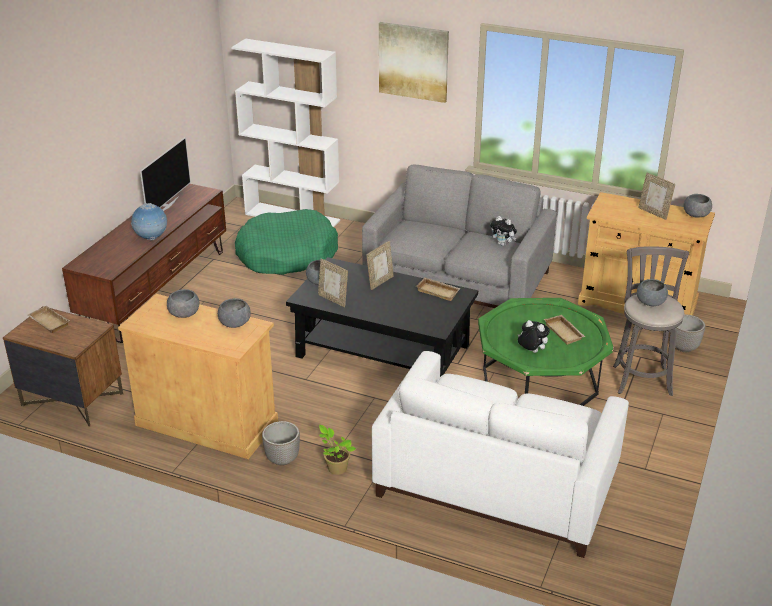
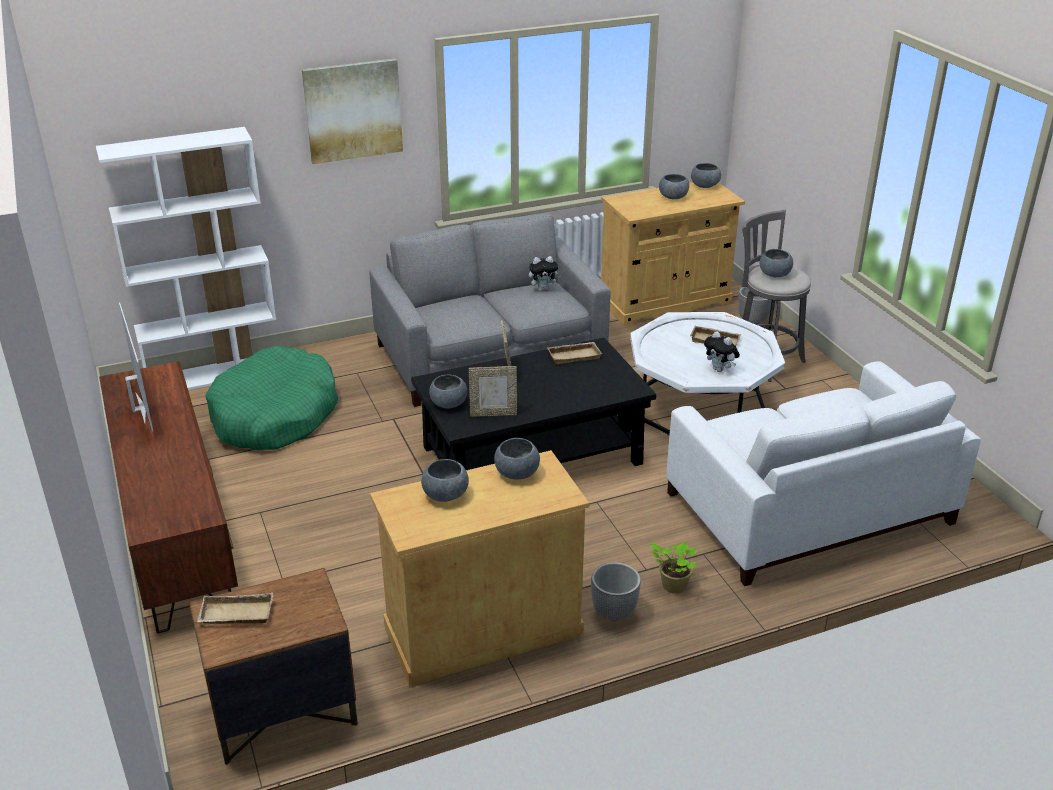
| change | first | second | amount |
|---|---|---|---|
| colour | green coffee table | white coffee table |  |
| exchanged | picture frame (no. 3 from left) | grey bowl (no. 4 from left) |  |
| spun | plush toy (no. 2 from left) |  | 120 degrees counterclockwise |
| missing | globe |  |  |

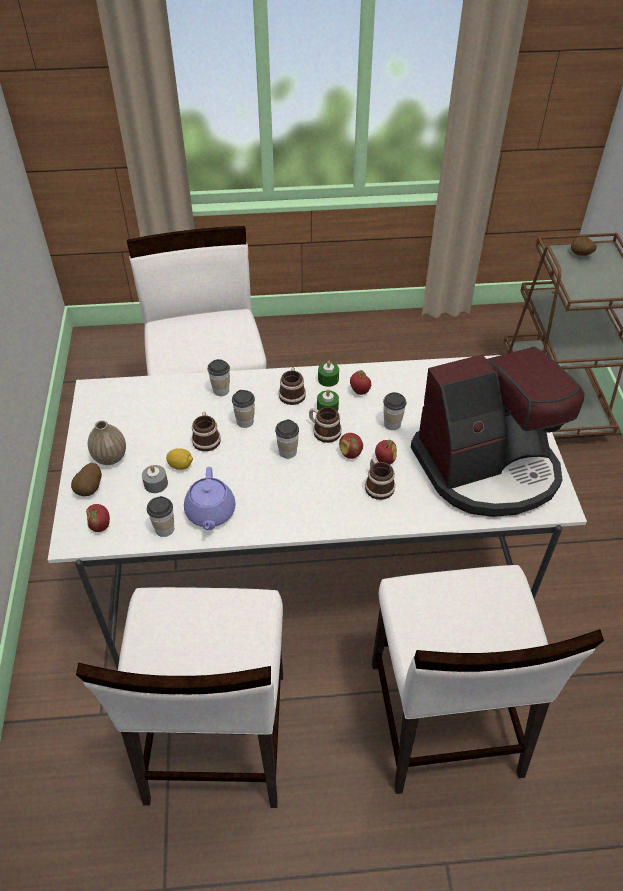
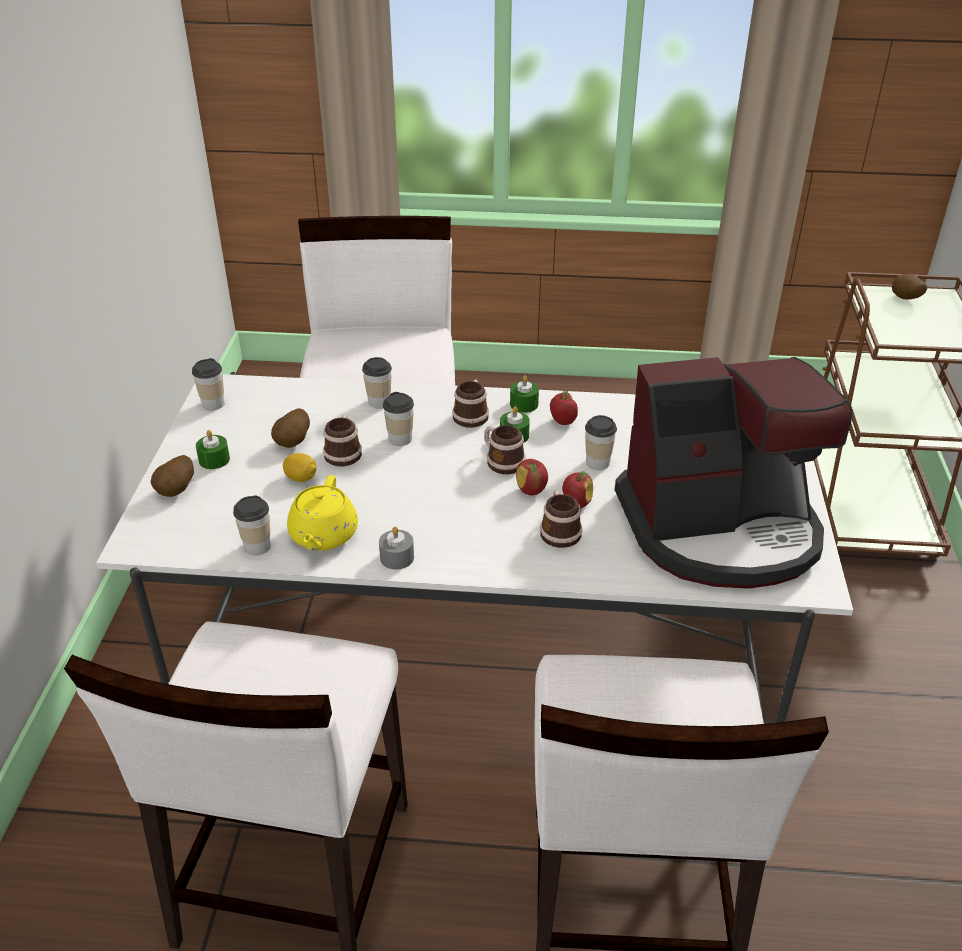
| change | first | second | amount |
|---|---|---|---|
| relocated | cup (no. 4 from left in the first image) | cup (no. 1 from left) |  |
| exchanged | vase | green candle (no. 1 from left) |  |
| appeared |  | potato (no. 2 from left) |  |
| colour | purple teapot | yellow teapot |  |
| relocated | grey candle |  |  |
| missing | apple (no. 1 from left) |  |  |

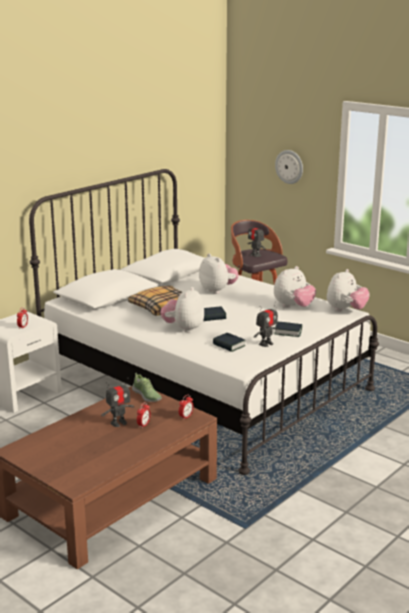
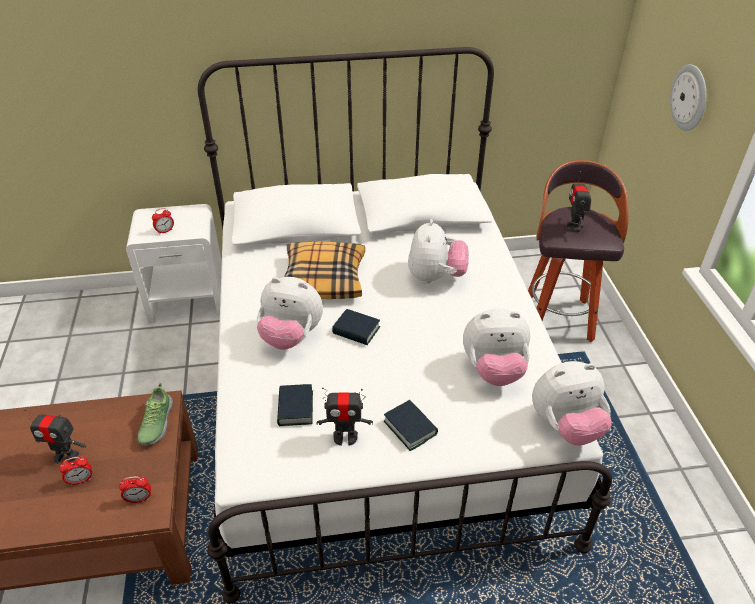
| change | first | second | amount |
|---|---|---|---|
| spun | plush toy (no. 1 from left) |  | 135 degrees counterclockwise |

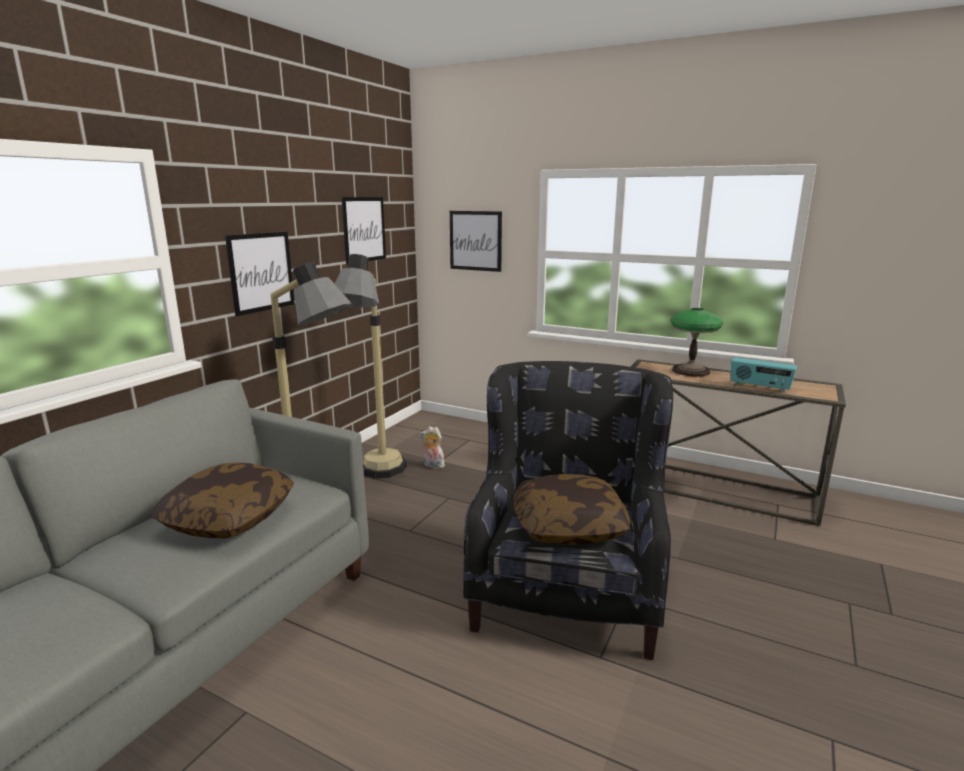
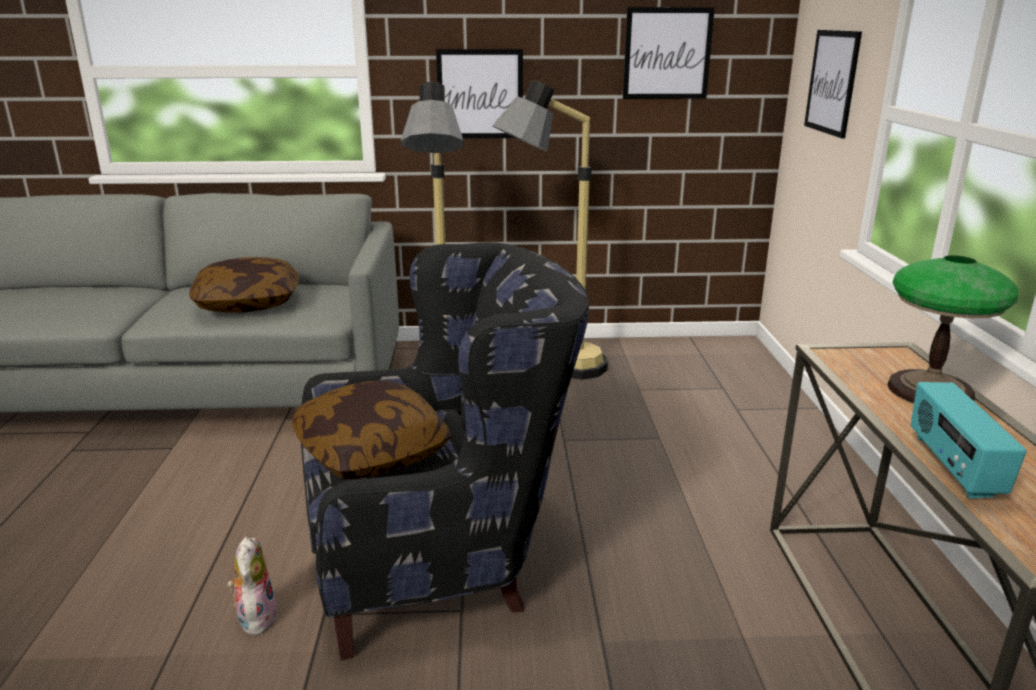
| change | first | second | amount |
|---|---|---|---|
| relocated | plush toy |  |  |

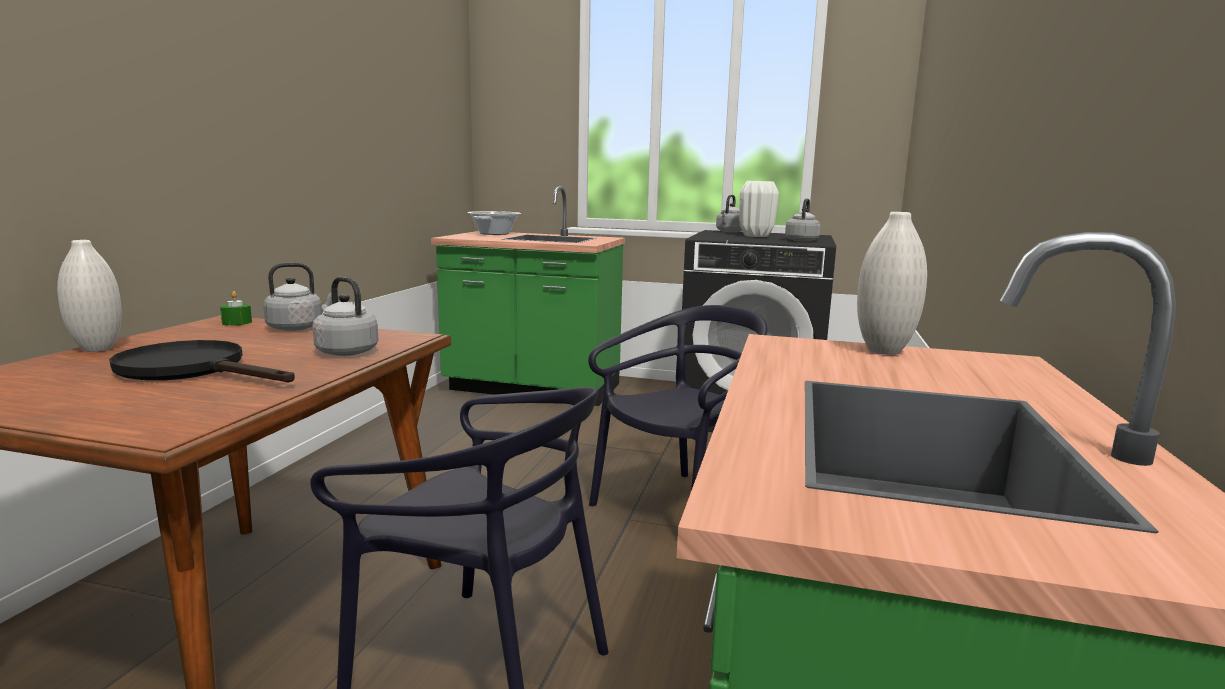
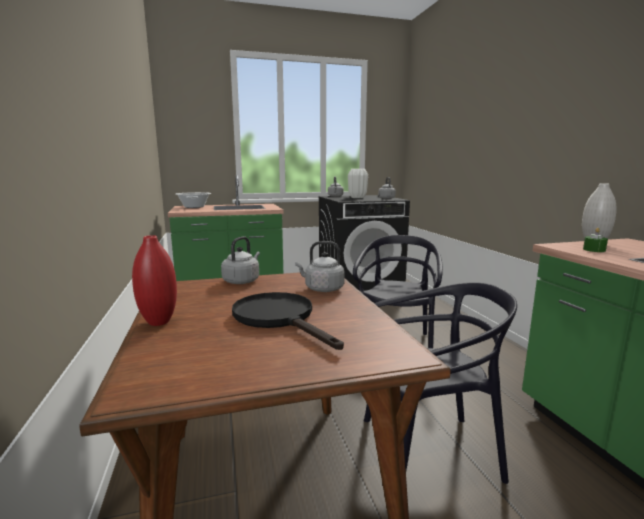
| change | first | second | amount |
|---|---|---|---|
| colour | white vase (no. 1 from left) | red vase |  |
| spun | black frying pan |  | 60 degrees clockwise |
| relocated | green candle |  |  |

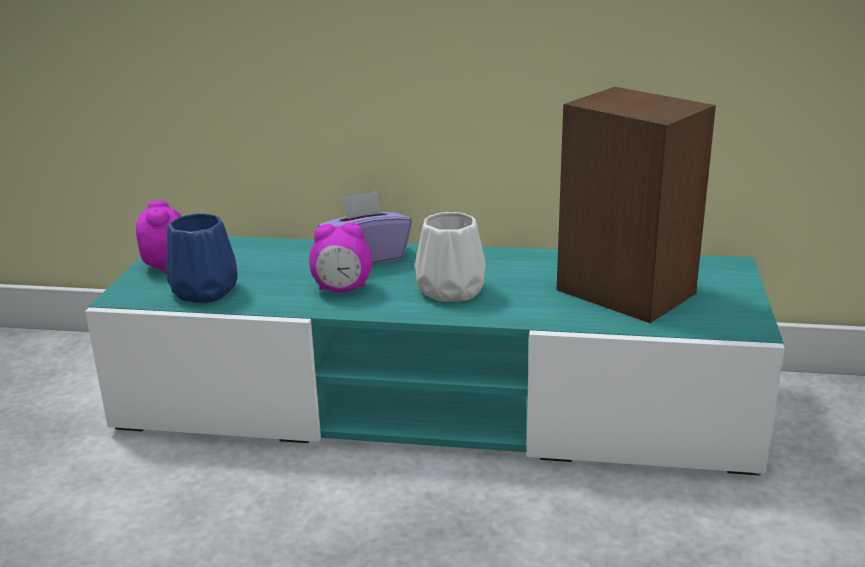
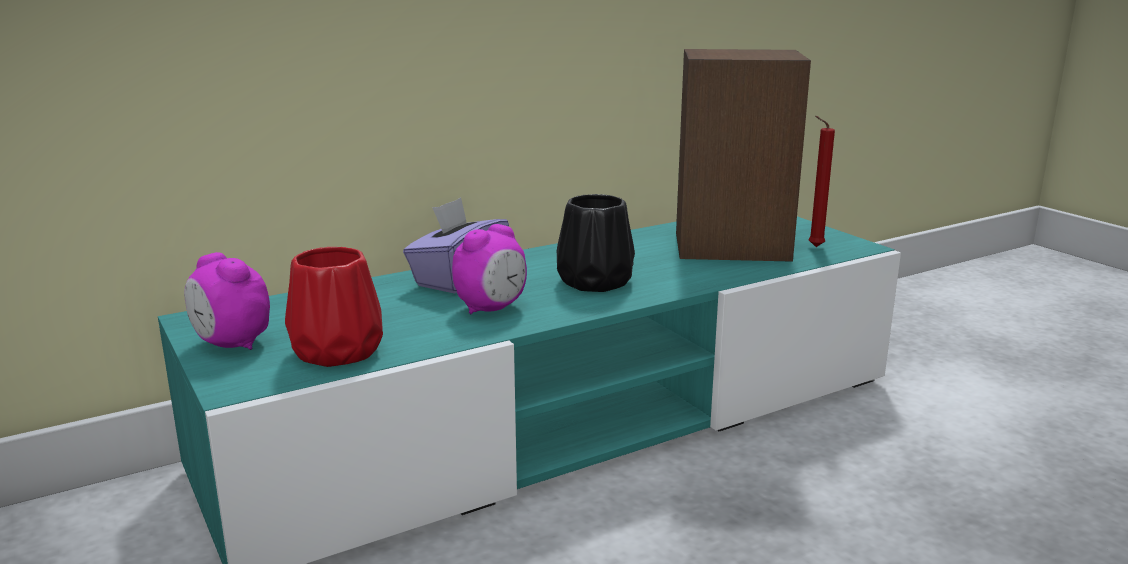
| change | first | second | amount |
|---|---|---|---|
| colour | blue vase | red vase |  |
| colour | white vase | black vase |  |
| appeared |  | red candle |  |

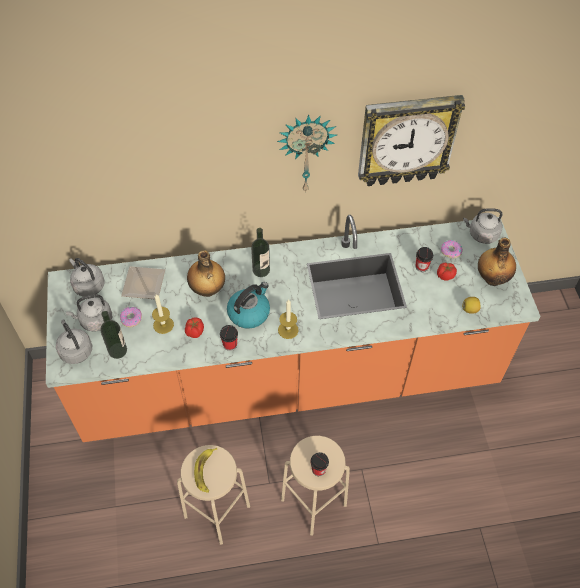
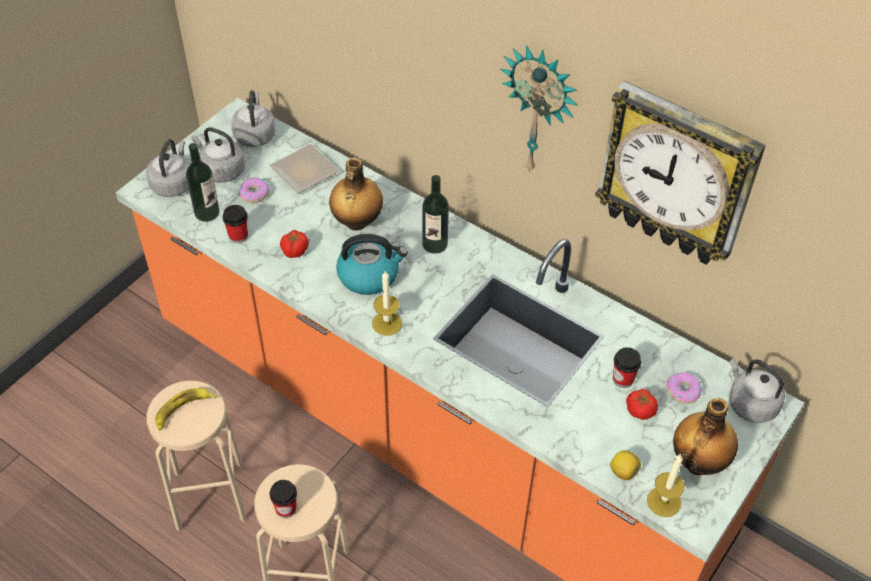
| change | first | second | amount |
|---|---|---|---|
| relocated | cup (no. 1 from left) |  |  |
| relocated | candle (no. 1 from left in the first image) | candle (no. 2 from left) |  |

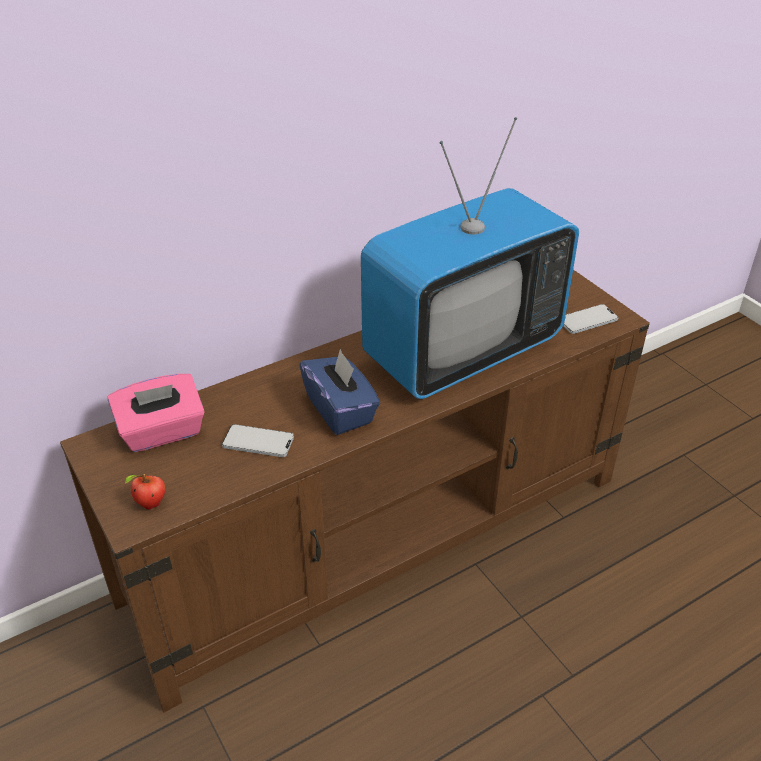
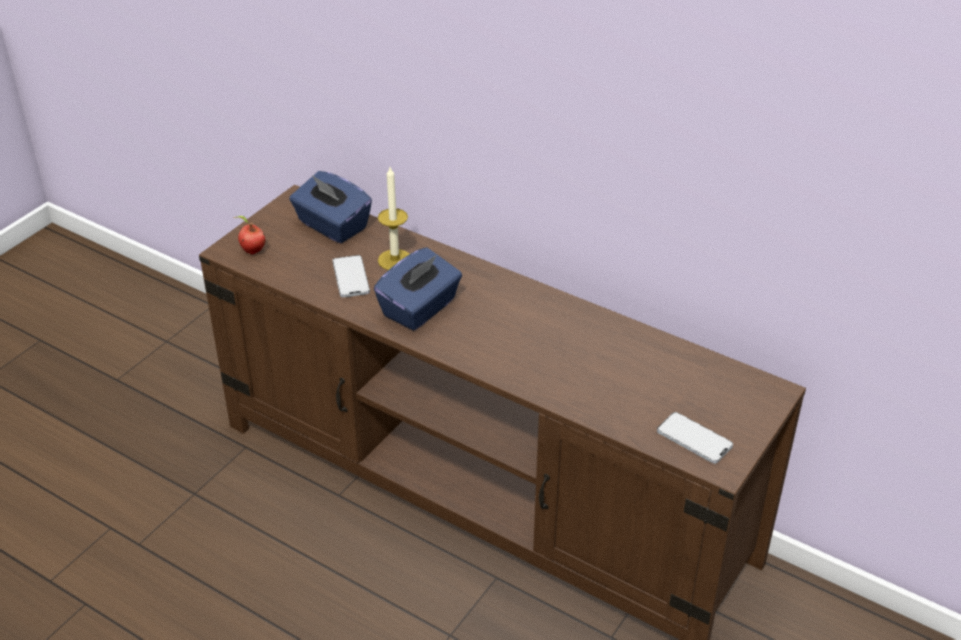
| change | first | second | amount |
|---|---|---|---|
| colour | pink tissue box | blue tissue box (no. 1 from left) |  |
| appeared |  | candle |  |
| missing | television |  |  |

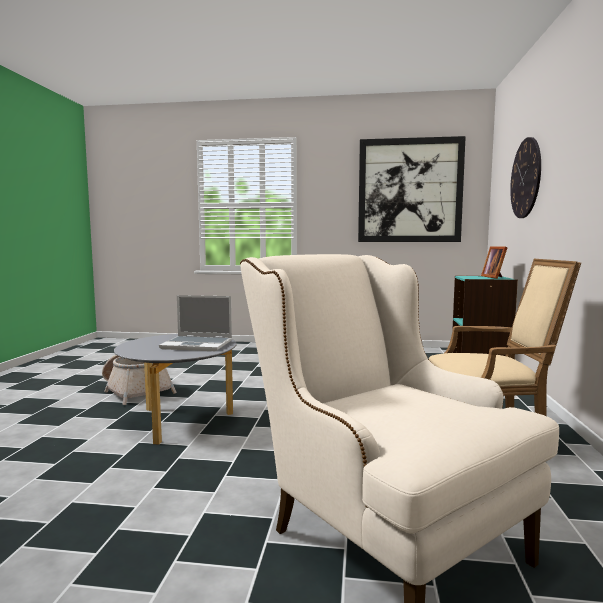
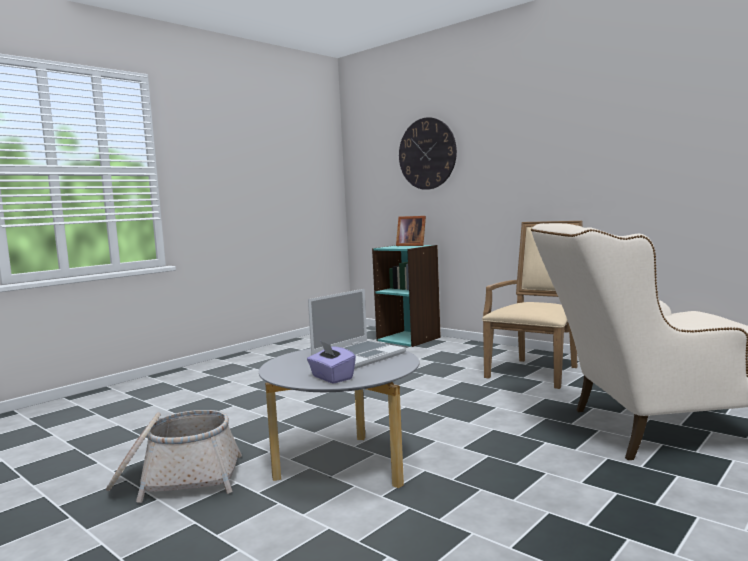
| change | first | second | amount |
|---|---|---|---|
| appeared |  | purple tissue box |  |
| missing | picture |  |  |

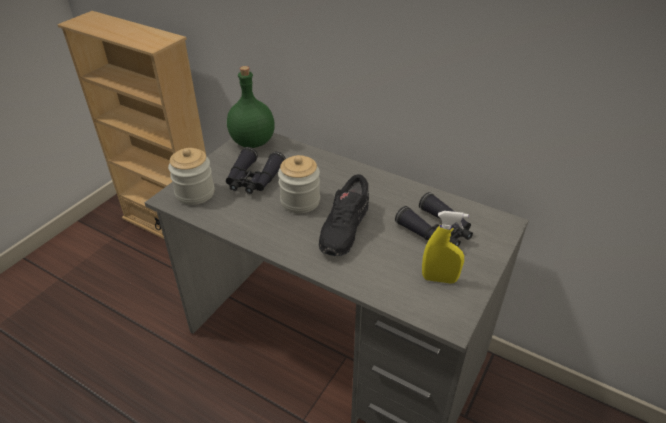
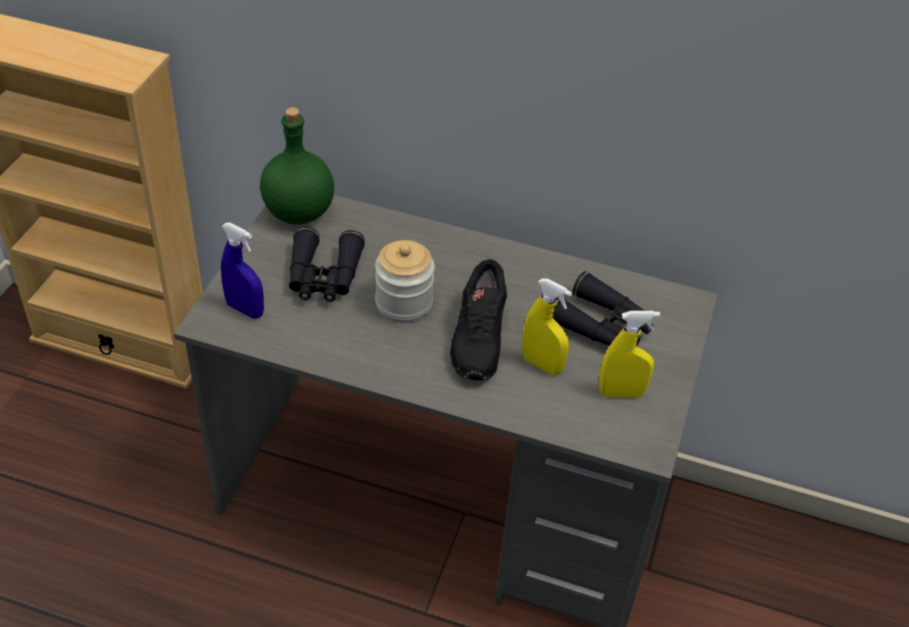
| change | first | second | amount |
|---|---|---|---|
| exchanged | jar (no. 1 from left) | blue spray bottle |  |
| appeared |  | yellow spray bottle (no. 1 from left) |  |

